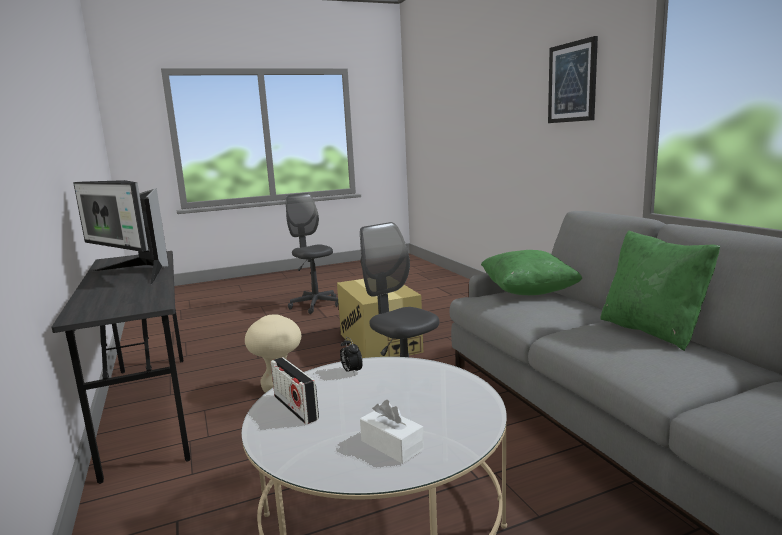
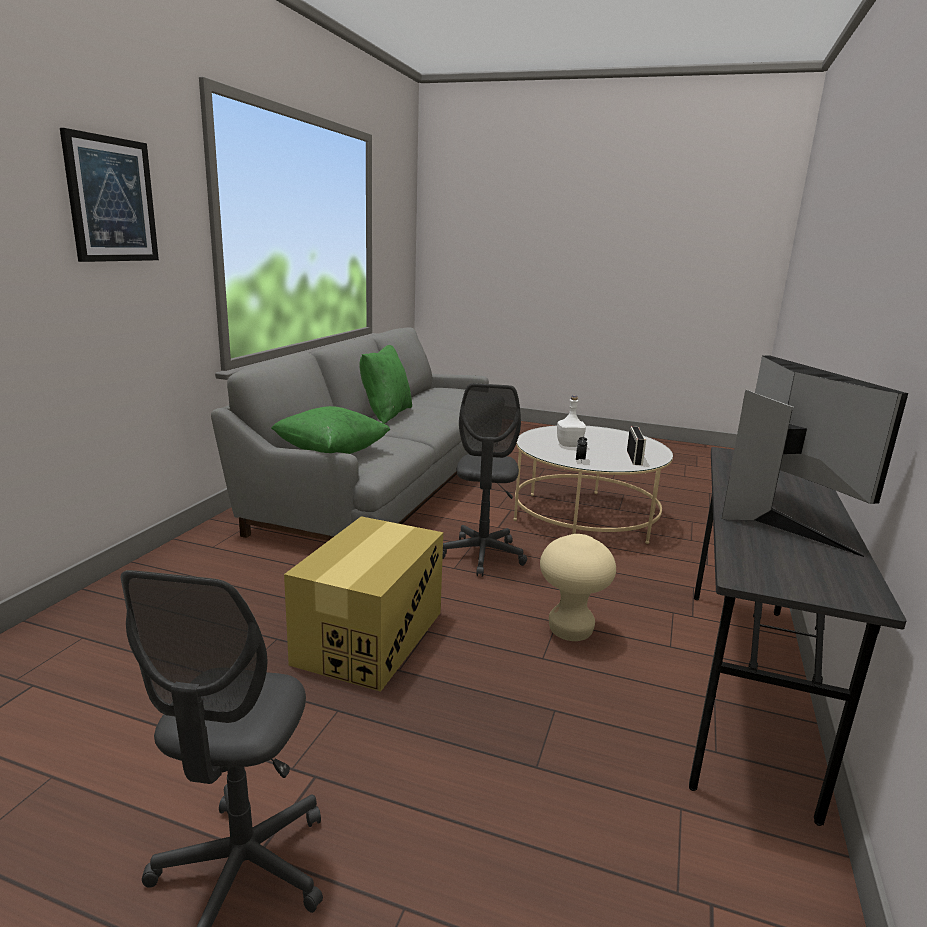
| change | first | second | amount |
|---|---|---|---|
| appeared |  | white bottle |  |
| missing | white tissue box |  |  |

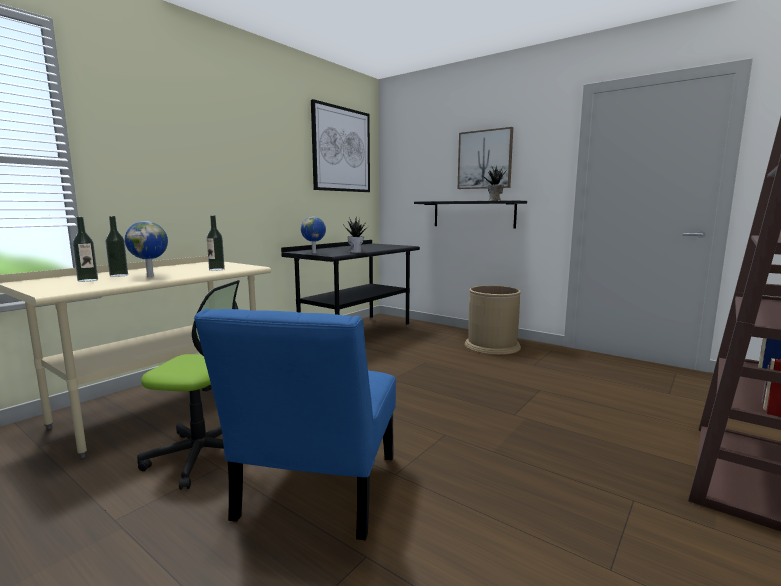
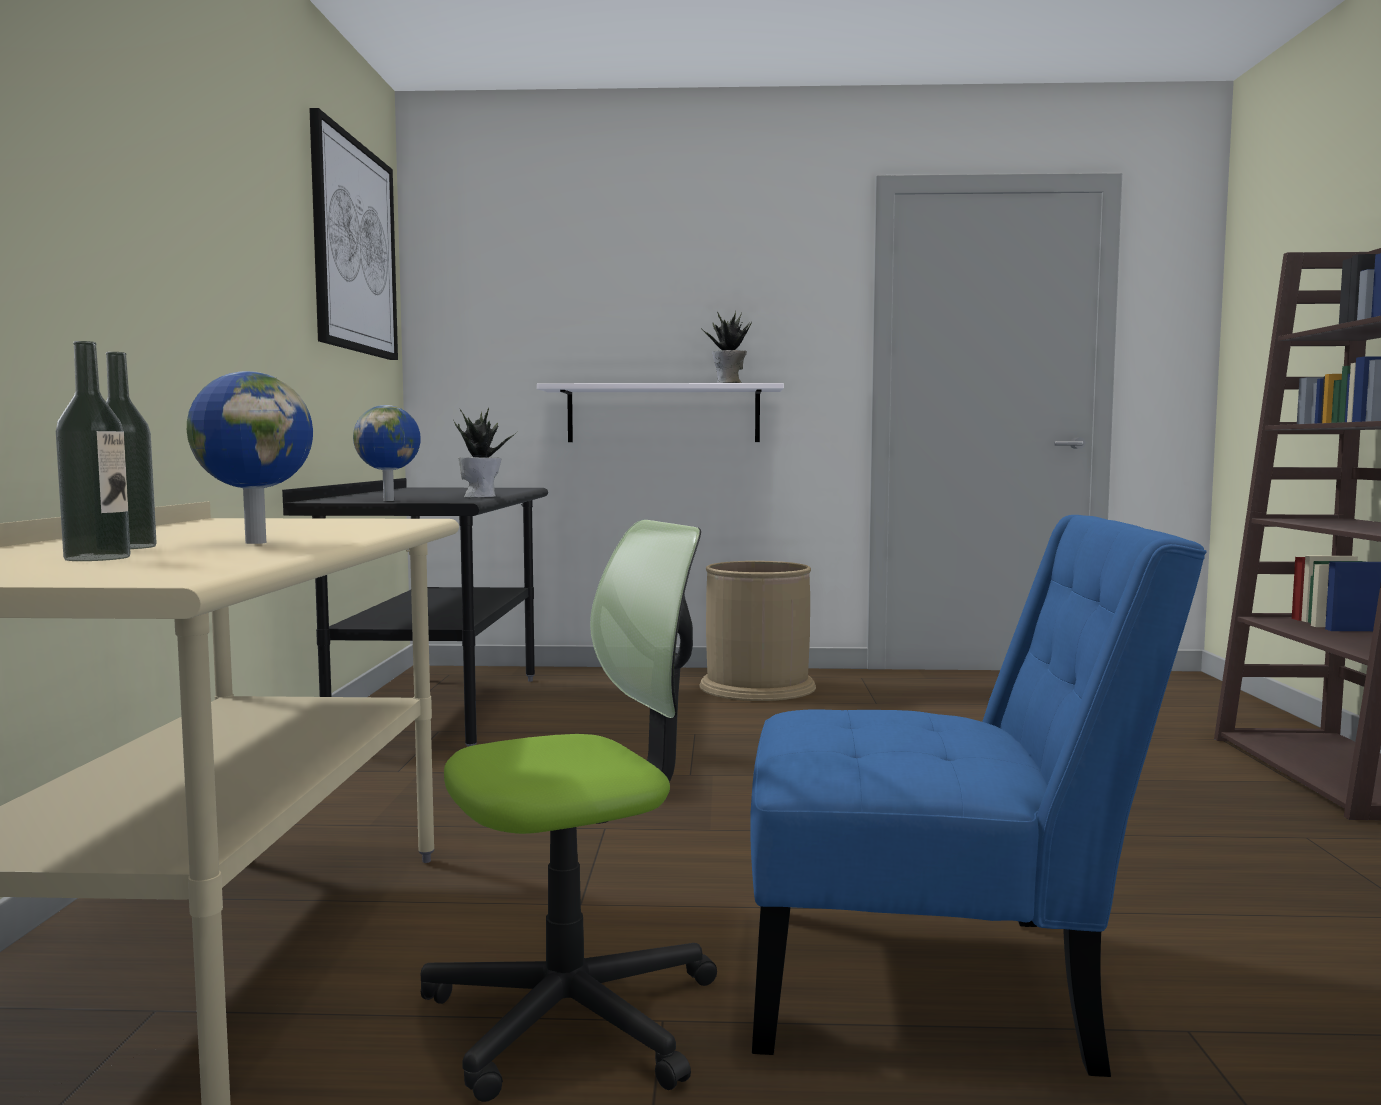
| change | first | second | amount |
|---|---|---|---|
| colour | black shelf | white shelf |  |
| spun | blue chair |  | 60 degrees counterclockwise |
| missing | bottle (no. 3 from left) |  |  |
| missing | picture (no. 2 from left) |  |  |

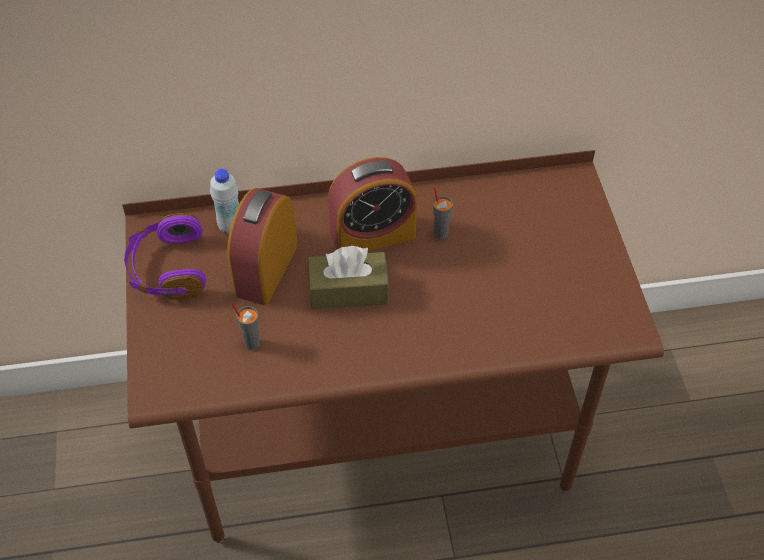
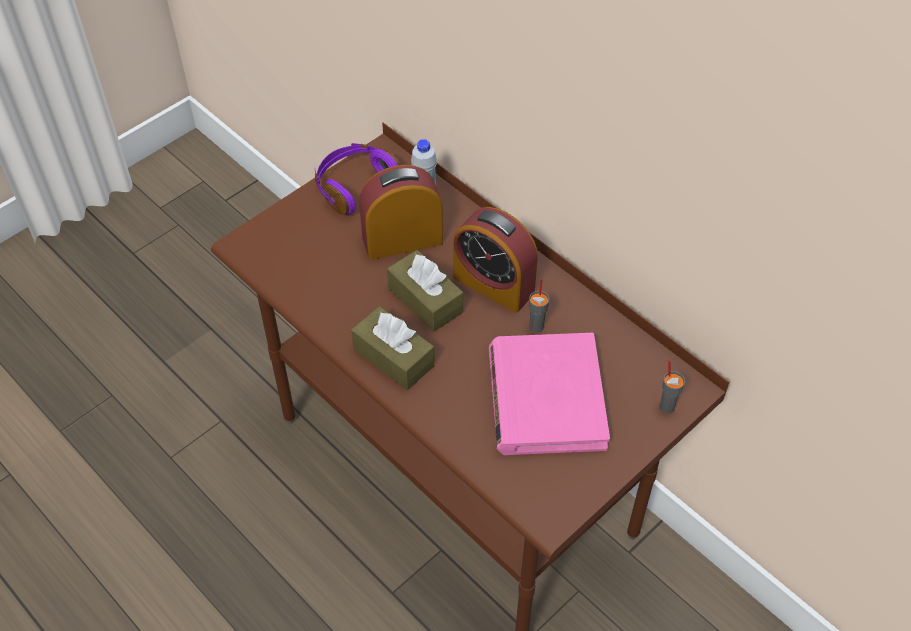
| change | first | second | amount |
|---|---|---|---|
| appeared |  | brown tissue box (no. 1 from left) |  |
| appeared |  | pink book |  |
| relocated | grey cup (no. 1 from left in the first image) | grey cup (no. 2 from left) |  |

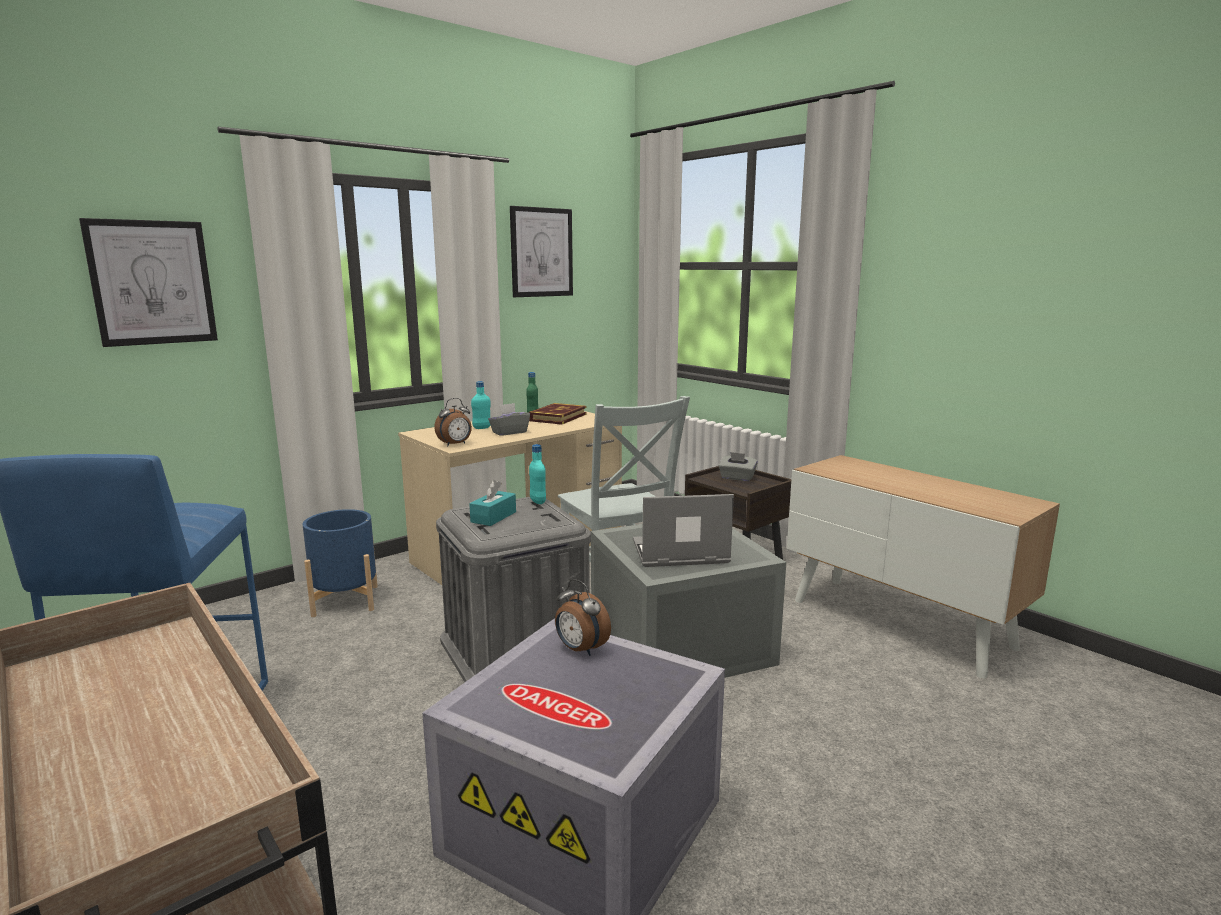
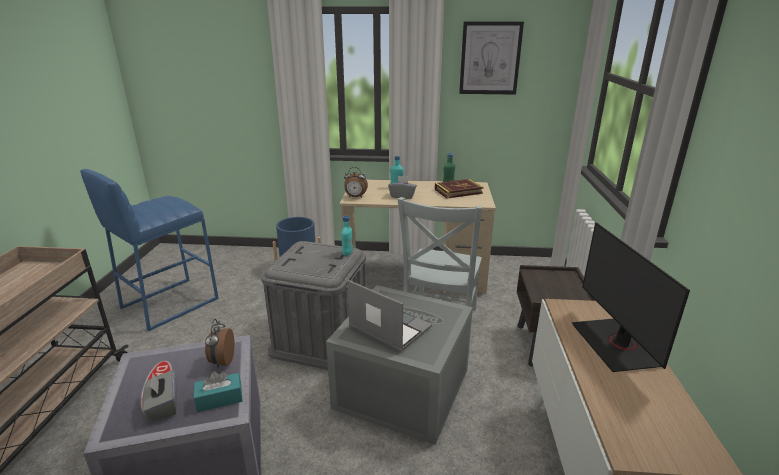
| change | first | second | amount |
|---|---|---|---|
| relocated | grey tissue box (no. 2 from left in the first image) | grey tissue box (no. 1 from left) |  |
| relocated | turquoise tissue box |  |  |
| appeared |  | monitor |  |
| missing | picture (no. 1 from left) |  |  |

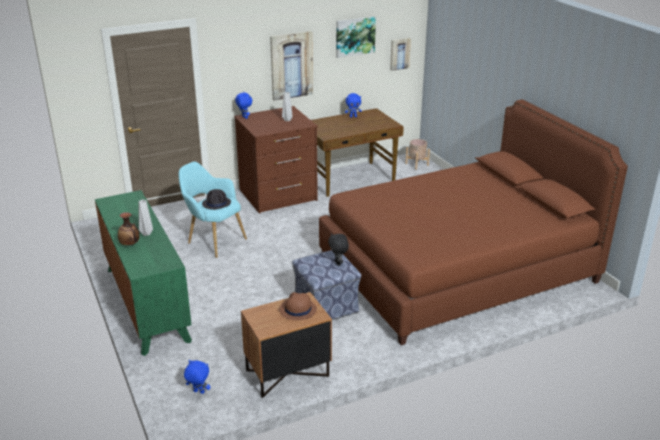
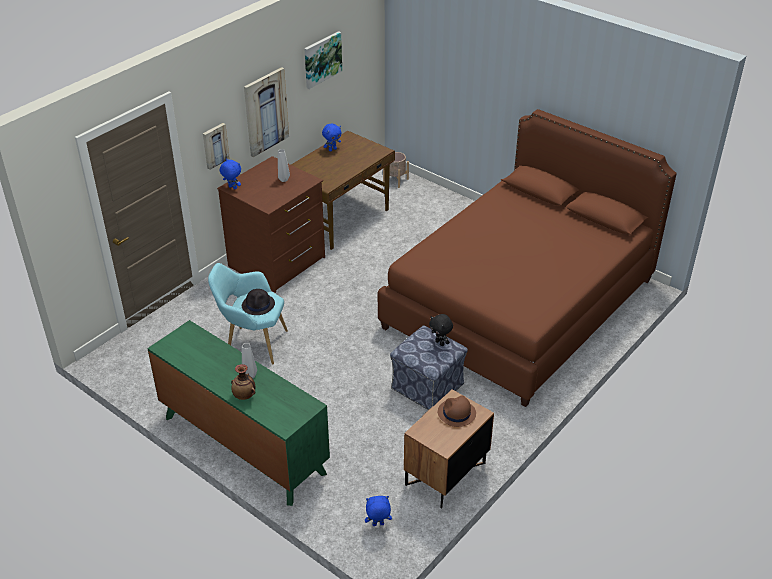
| change | first | second | amount |
|---|---|---|---|
| relocated | picture (no. 3 from left in the first image) | picture (no. 1 from left) |  |

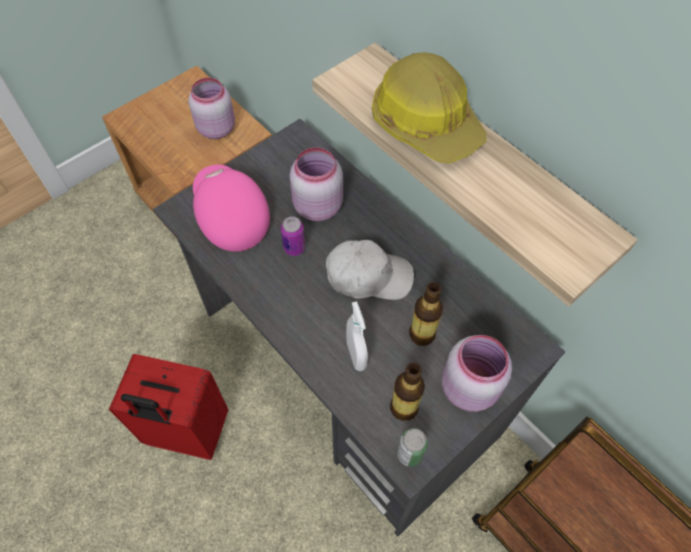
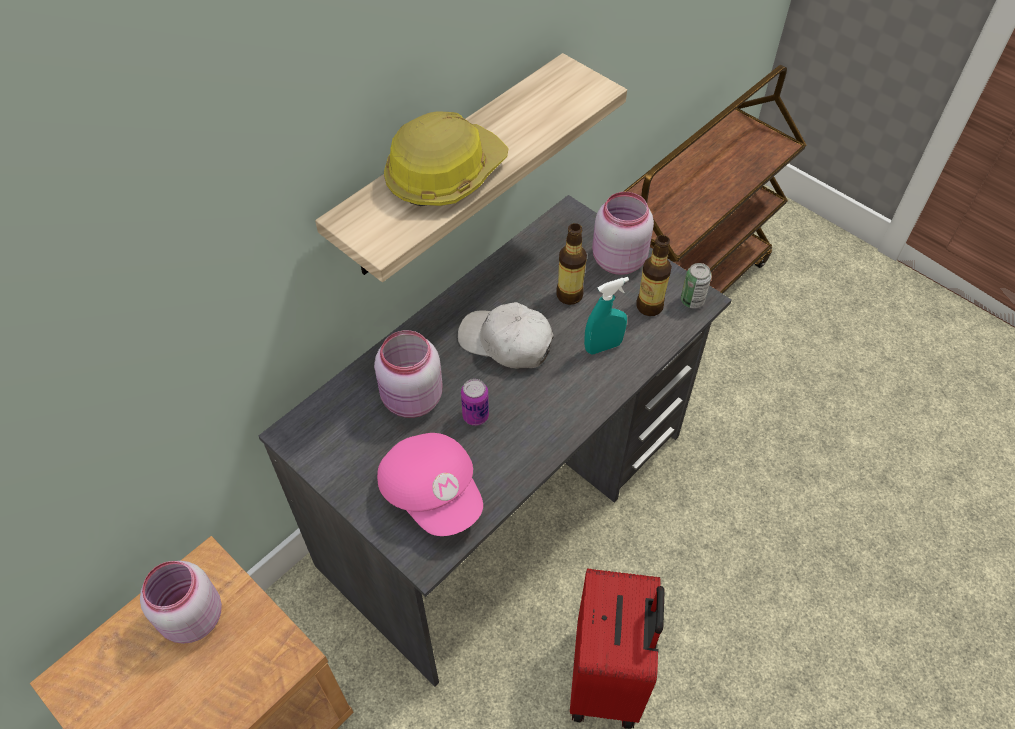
| change | first | second | amount |
|---|---|---|---|
| spun | pink cap |  | 90 degrees counterclockwise |
| spun | white cap |  | 60 degrees counterclockwise |
| colour | white spray bottle | turquoise spray bottle |  |

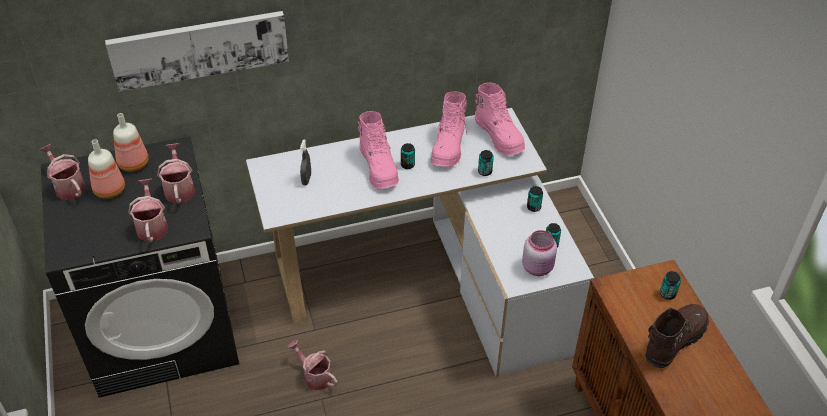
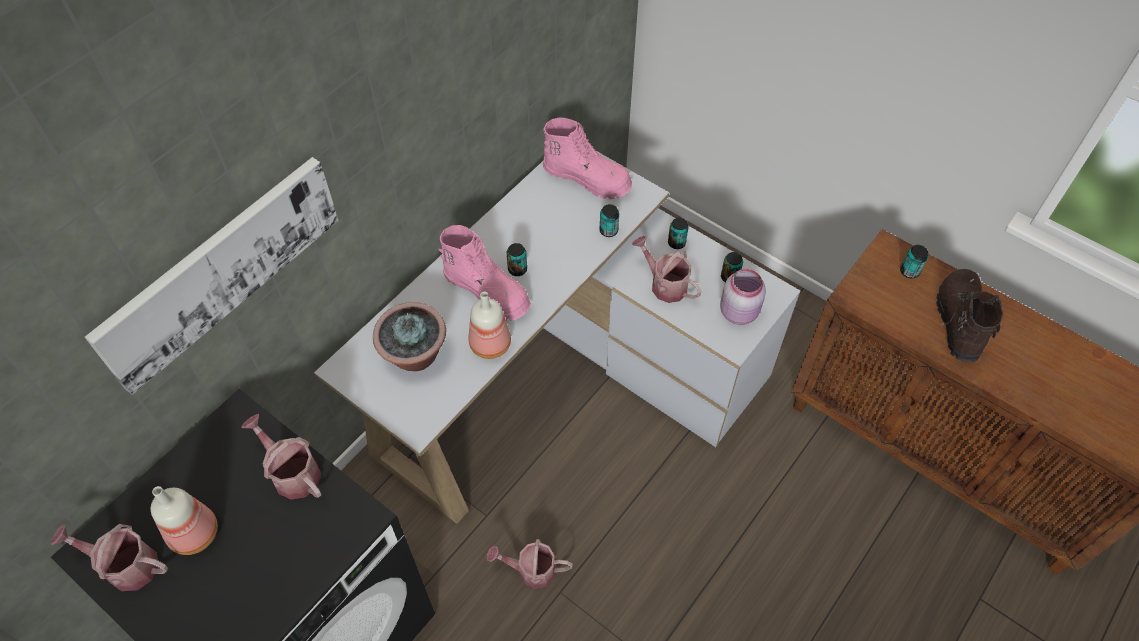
| change | first | second | amount |
|---|---|---|---|
| exchanged | grey spray bottle | potted plant |  |
| relocated | bottle (no. 2 from left) |  |  |
| relocated | watering can (no. 2 from left in the first image) | watering can (no. 4 from left) |  |
| missing | pink boot (no. 2 from left) |  |  |

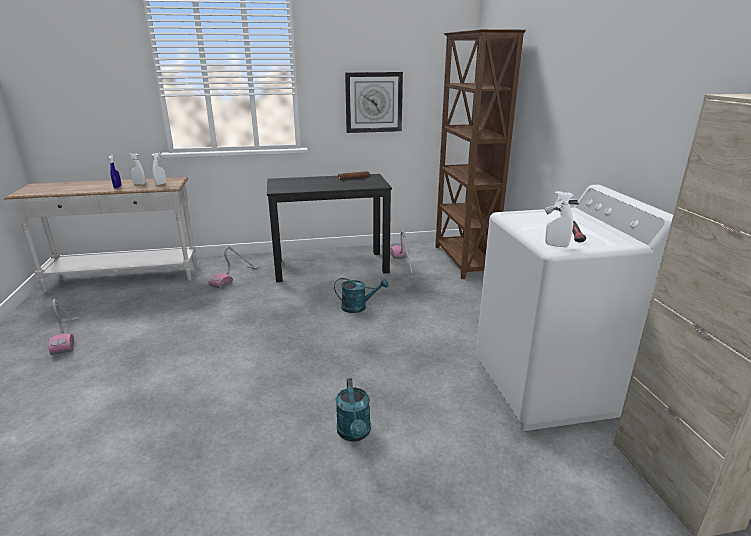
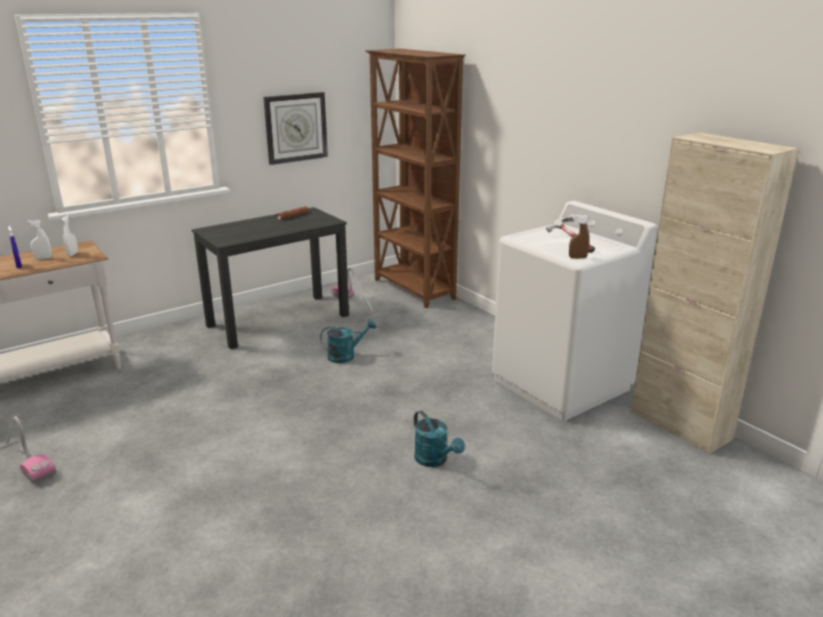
| change | first | second | amount |
|---|---|---|---|
| colour | white spray bottle (no. 3 from left) | brown spray bottle |  |
| missing | vacuum cleaner (no. 2 from left) |  |  |

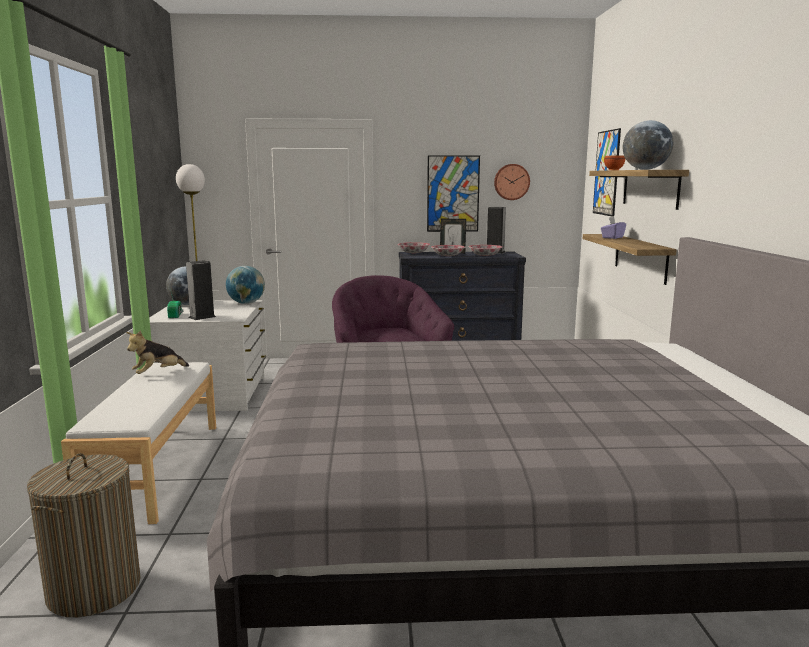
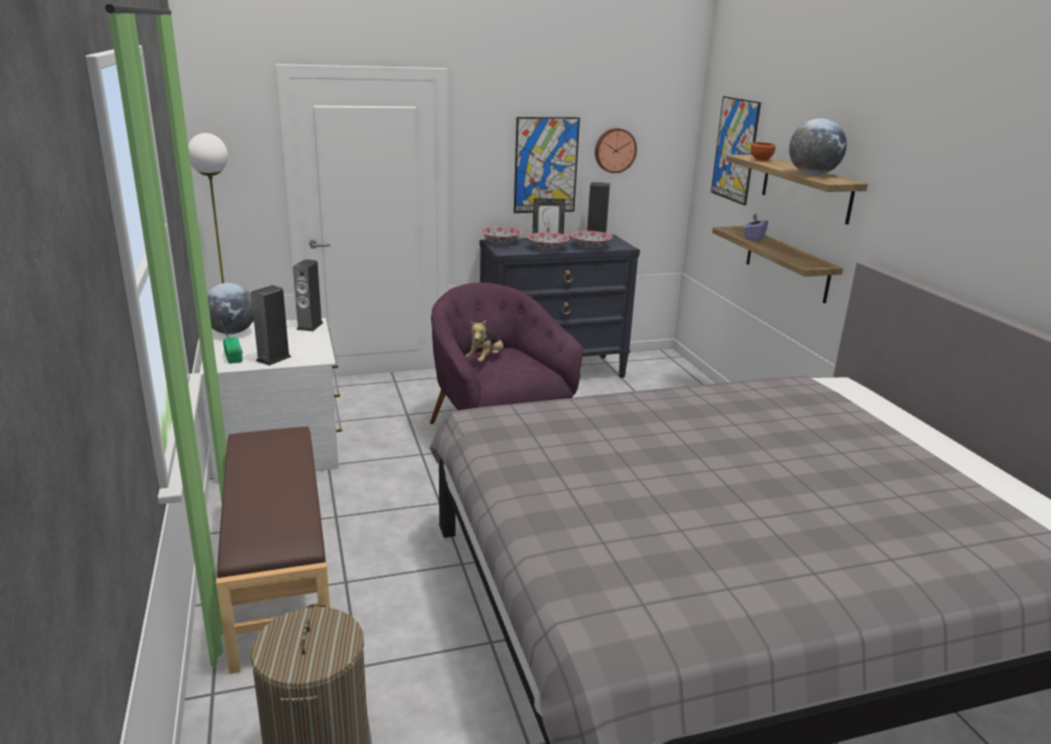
| change | first | second | amount |
|---|---|---|---|
| colour | white bench | brown bench |  |
| exchanged | globe (no. 2 from left) | speaker (no. 2 from left) |  |
| relocated | plush toy |  |  |

